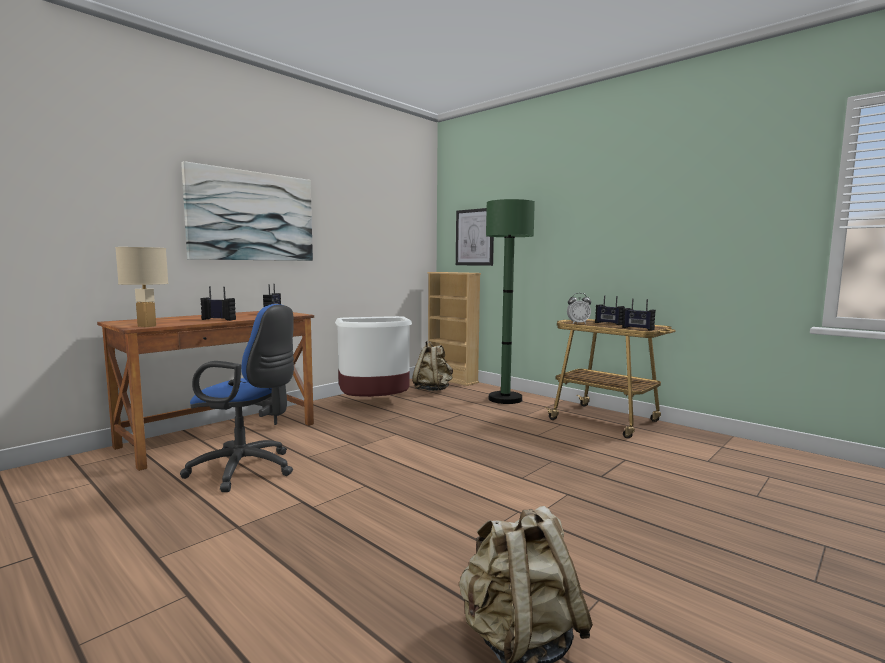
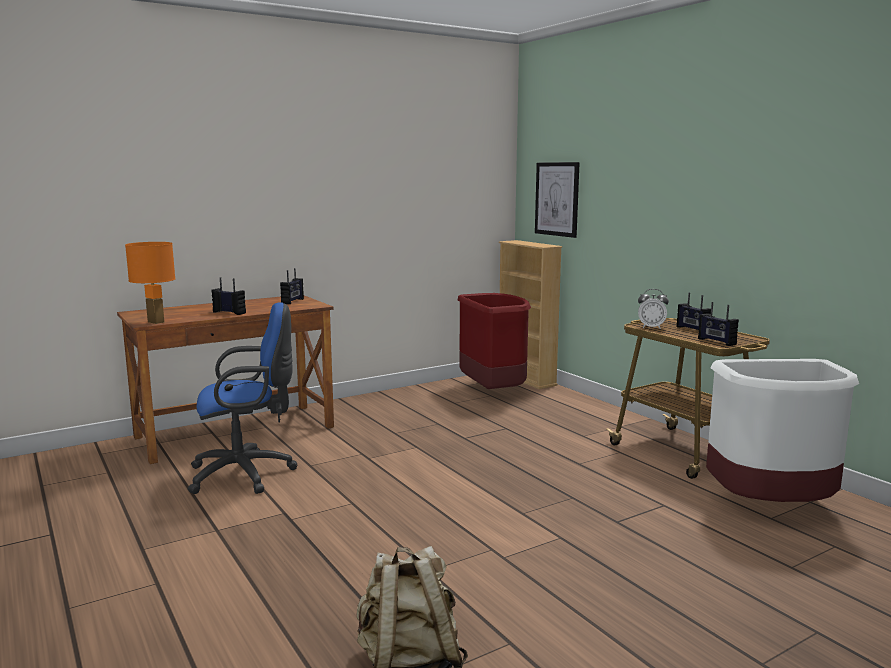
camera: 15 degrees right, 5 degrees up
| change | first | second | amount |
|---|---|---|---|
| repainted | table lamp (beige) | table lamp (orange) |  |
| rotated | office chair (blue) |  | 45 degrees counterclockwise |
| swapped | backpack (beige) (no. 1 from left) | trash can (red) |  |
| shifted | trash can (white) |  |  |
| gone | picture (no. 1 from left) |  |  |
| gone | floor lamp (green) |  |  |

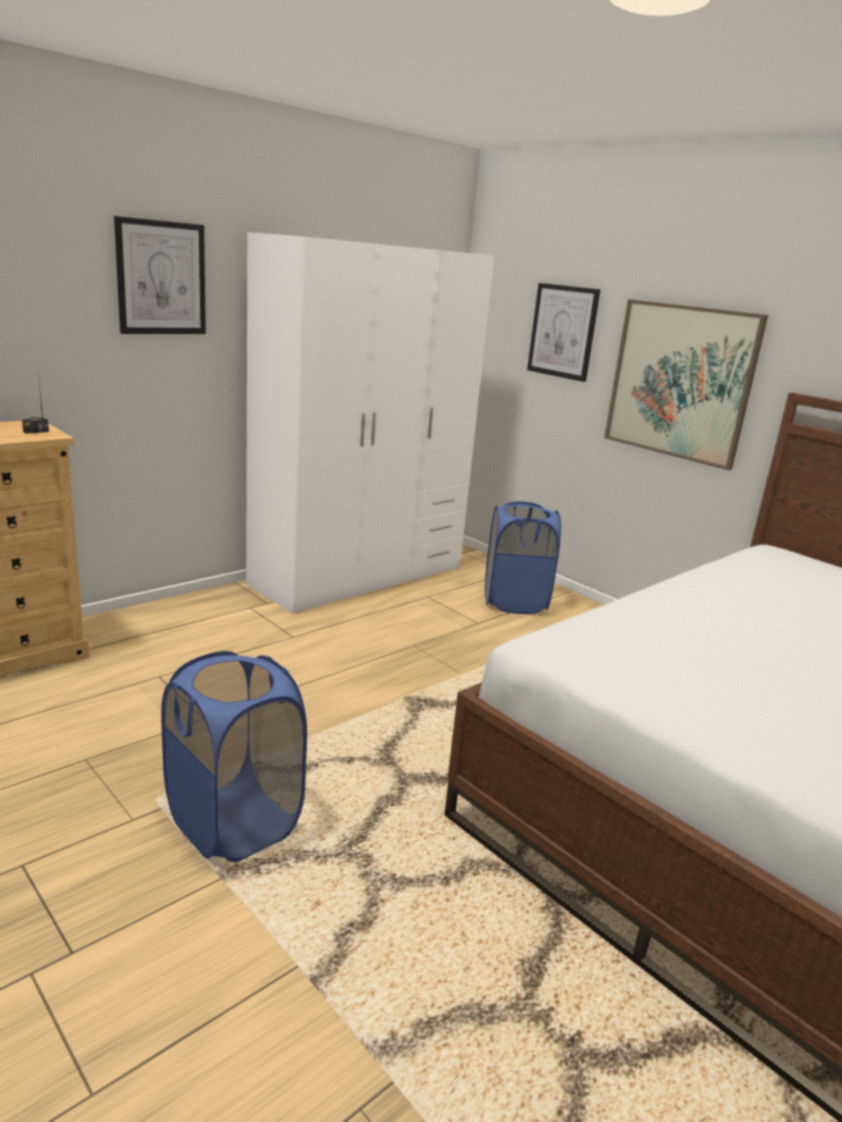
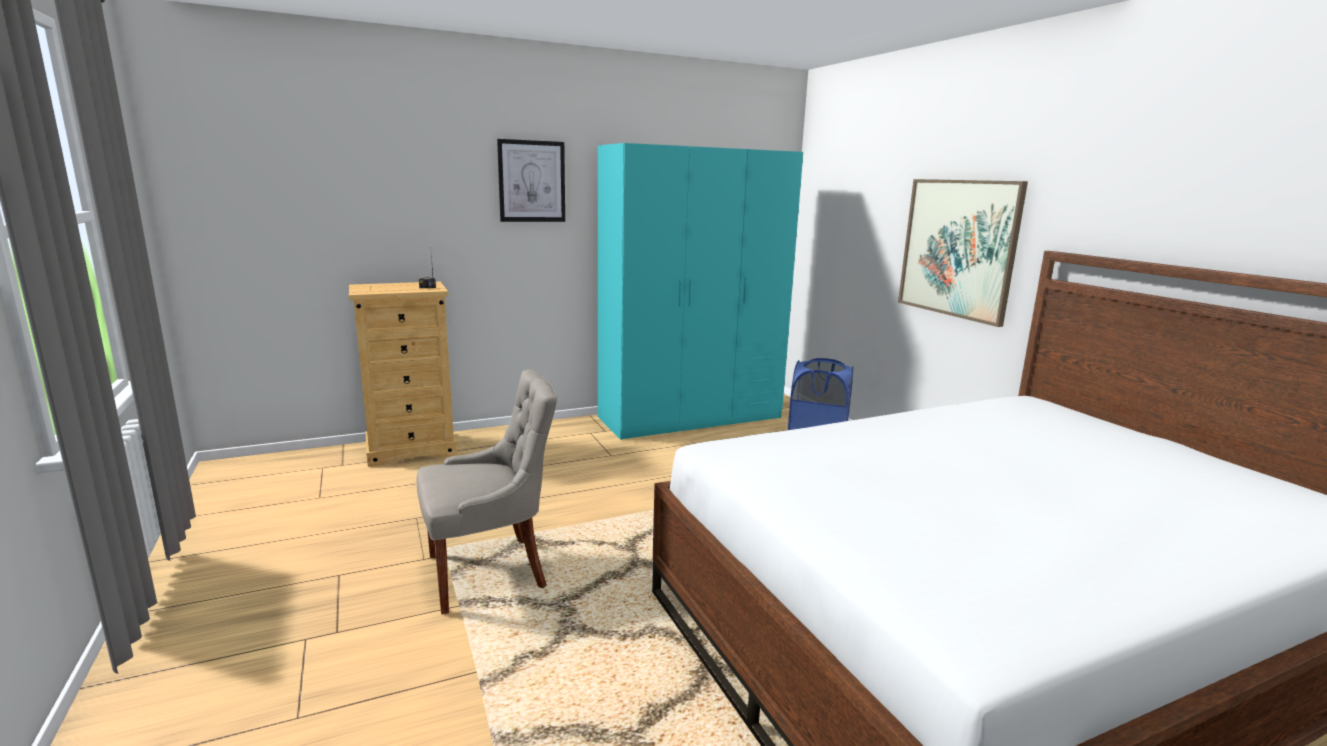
camera: 20 degrees right, 5 degrees down
| change | first | second | amount |
|---|---|---|---|
| swapped | laundry basket (blue) (no. 1 from left) | chair (grey) |  |
| repainted | wardrobe (white) | wardrobe (turquoise) |  |
| gone | picture (no. 2 from left) |  |  |

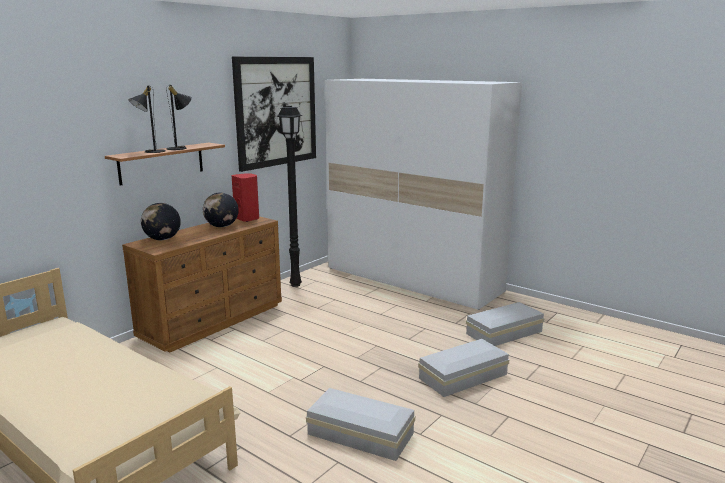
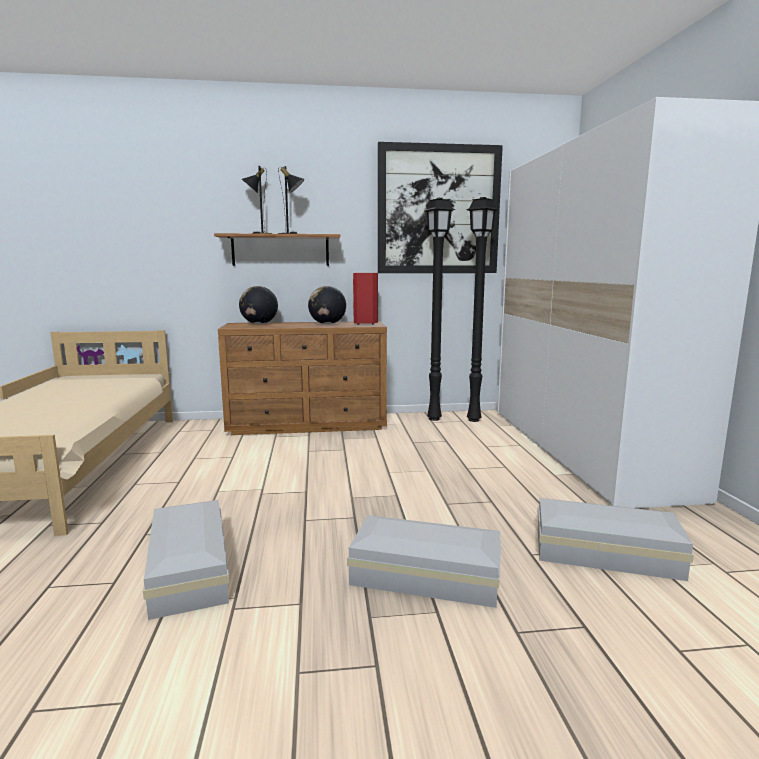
camera: 45 degrees right, 5 degrees down
| change | first | second | amount |
|---|---|---|---|
| new |  | floor lamp (black) (no. 2 from left) |  |

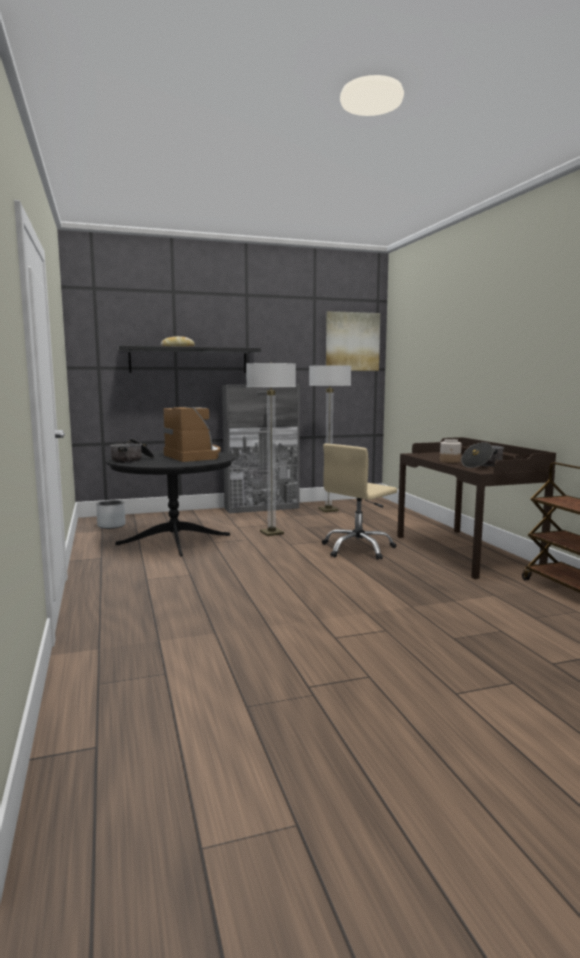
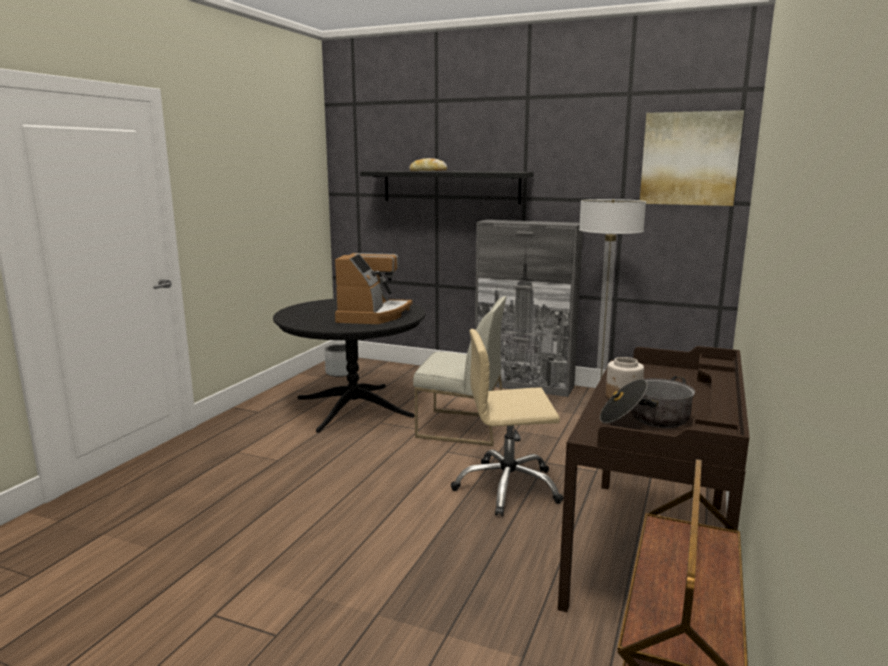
camera: 40 degrees right, 5 degrees up
| change | first | second | amount |
|---|---|---|---|
| swapped | floor lamp (no. 1 from left) | chair (white) |  |
| gone | cooking pot (no. 1 from left) |  |  |

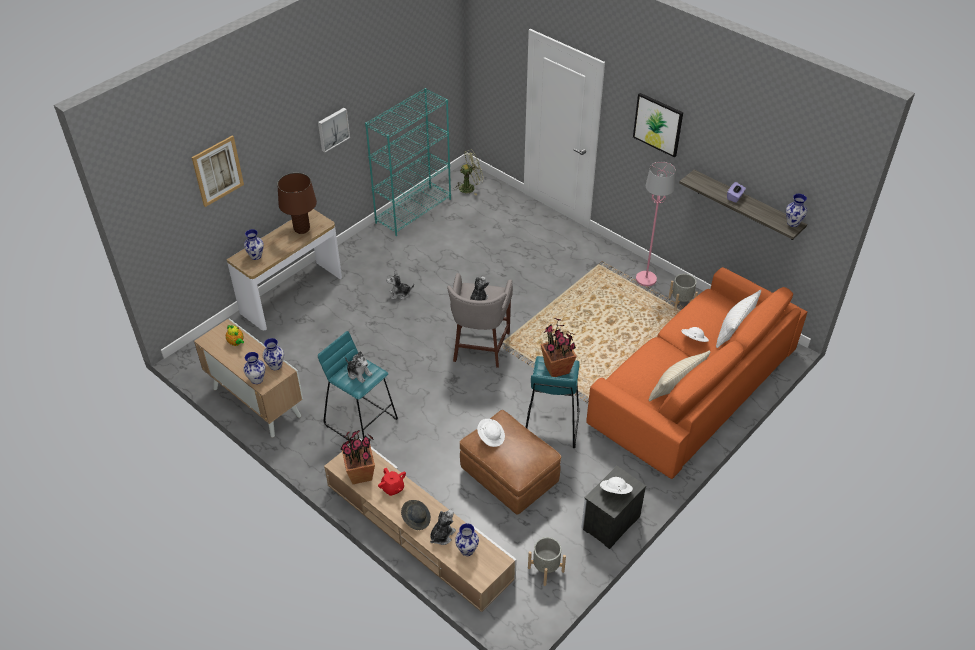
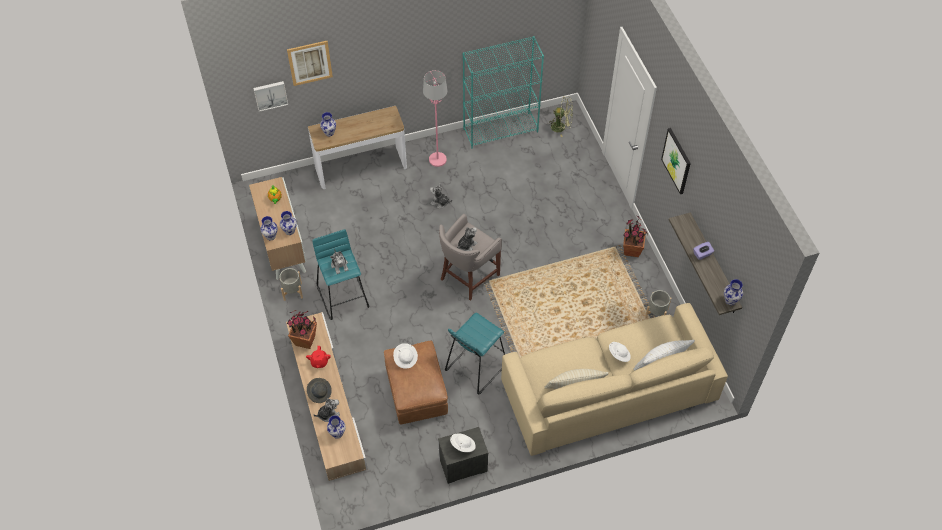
camera: 30 degrees right, 10 degrees up
| change | first | second | amount |
|---|---|---|---|
| shifted | picture (no. 2 from left in the first image) | picture (no. 1 from left) |  |
| shifted | planter (grey) (no. 1 from left) |  |  |
| shifted | floor lamp (pink) |  |  |
| repainted | sofa (orange) | sofa (beige) |  |
| shifted | potted plant (no. 2 from left) |  |  |
| gone | table lamp (brown) |  |  |

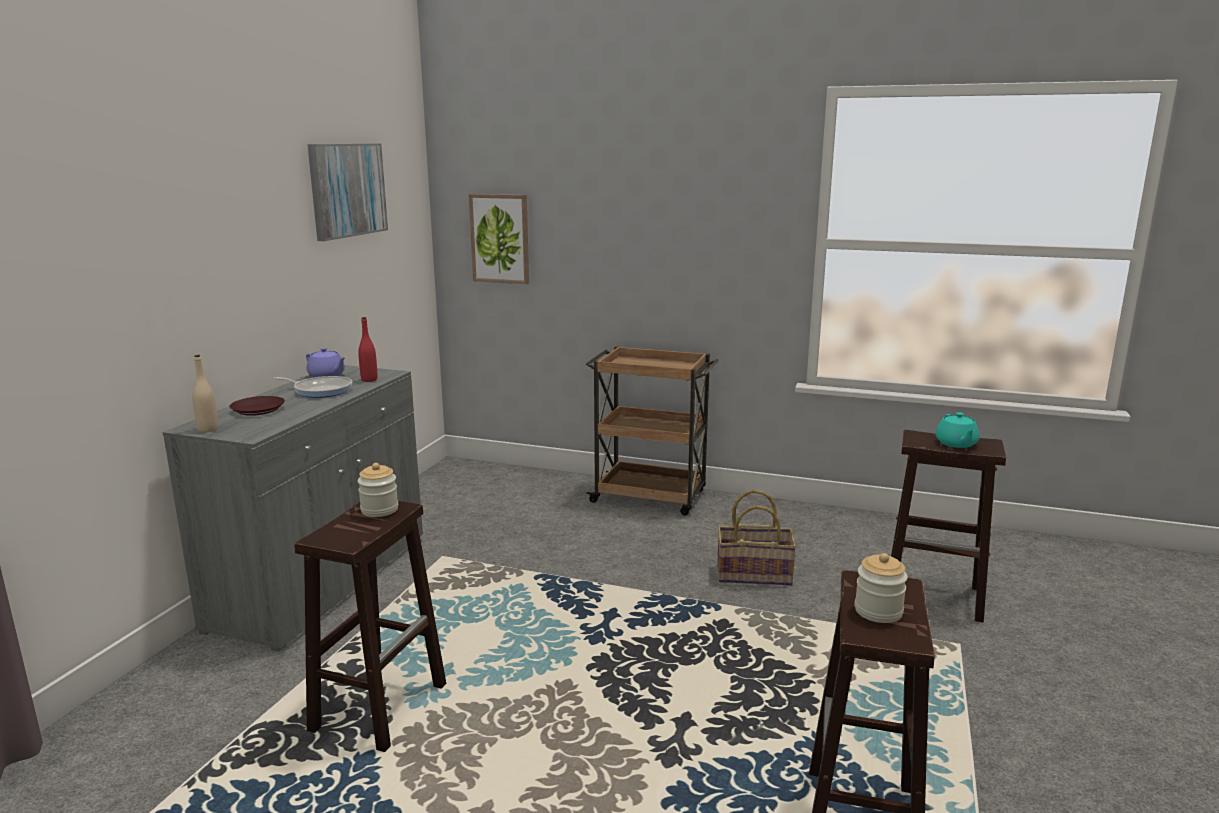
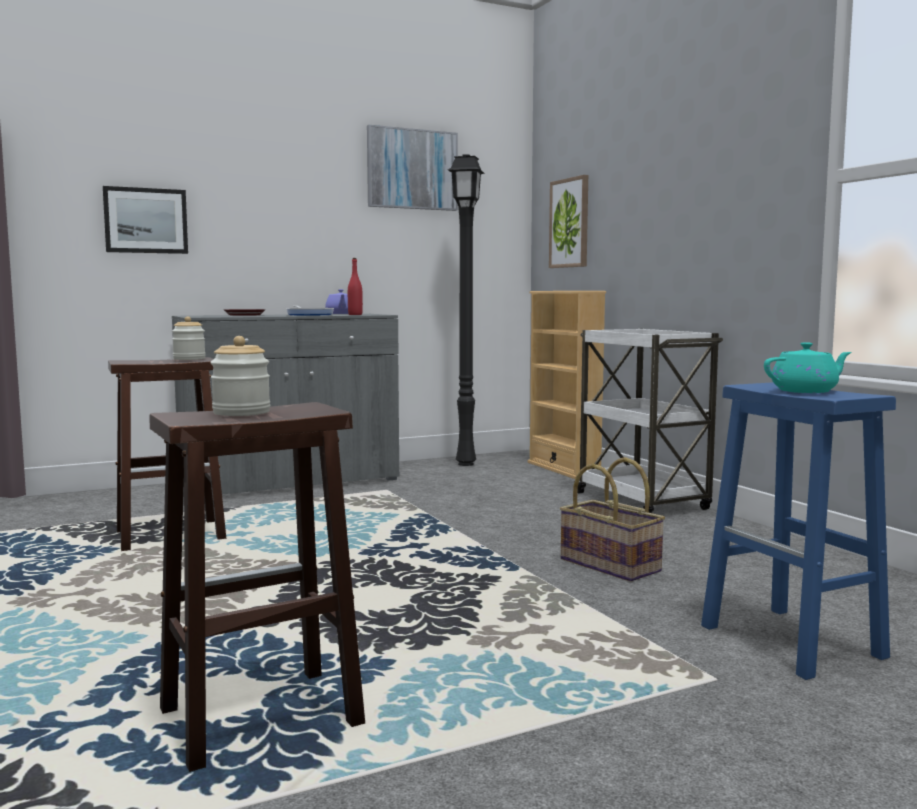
camera: 45 degrees right, 10 degrees down
| change | first | second | amount |
|---|---|---|---|
| new |  | picture (no. 1 from left) |  |
| new |  | floor lamp (black) |  |
| new |  | bookcase (beige) |  |
| repainted | cart (brown) | cart (white) |  |
| repainted | stool (brown) (no. 3 from left) | stool (blue) |  |
| rotated | teapot (turquoise) |  | 150 degrees counterclockwise |
| gone | bottle (beige) |  |  |

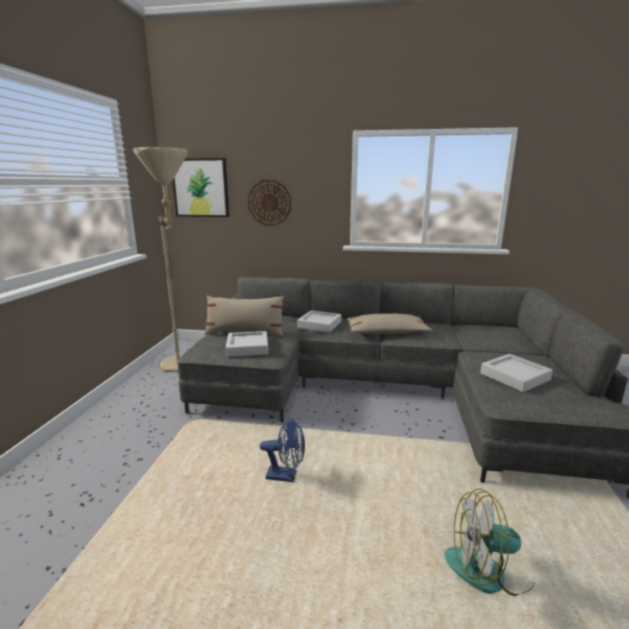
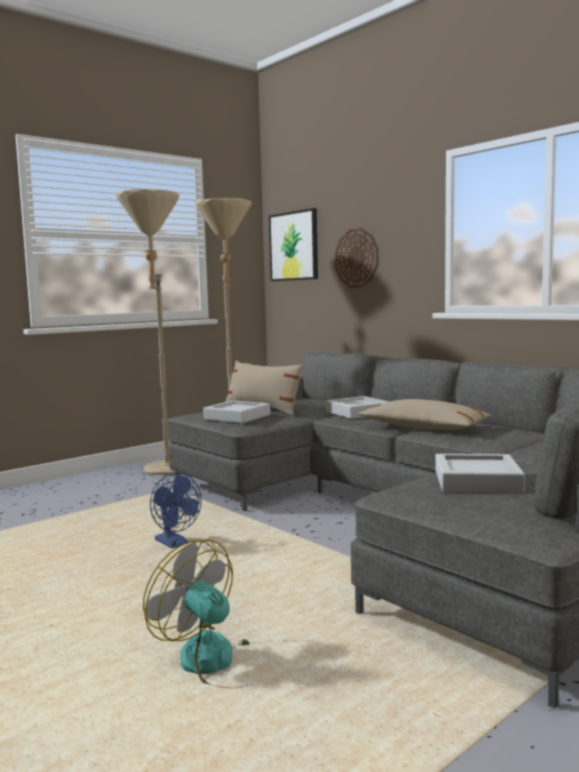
camera: 40 degrees right, 10 degrees down
| change | first | second | amount |
|---|---|---|---|
| new |  | floor lamp (beige) (no. 1 from left) |  |

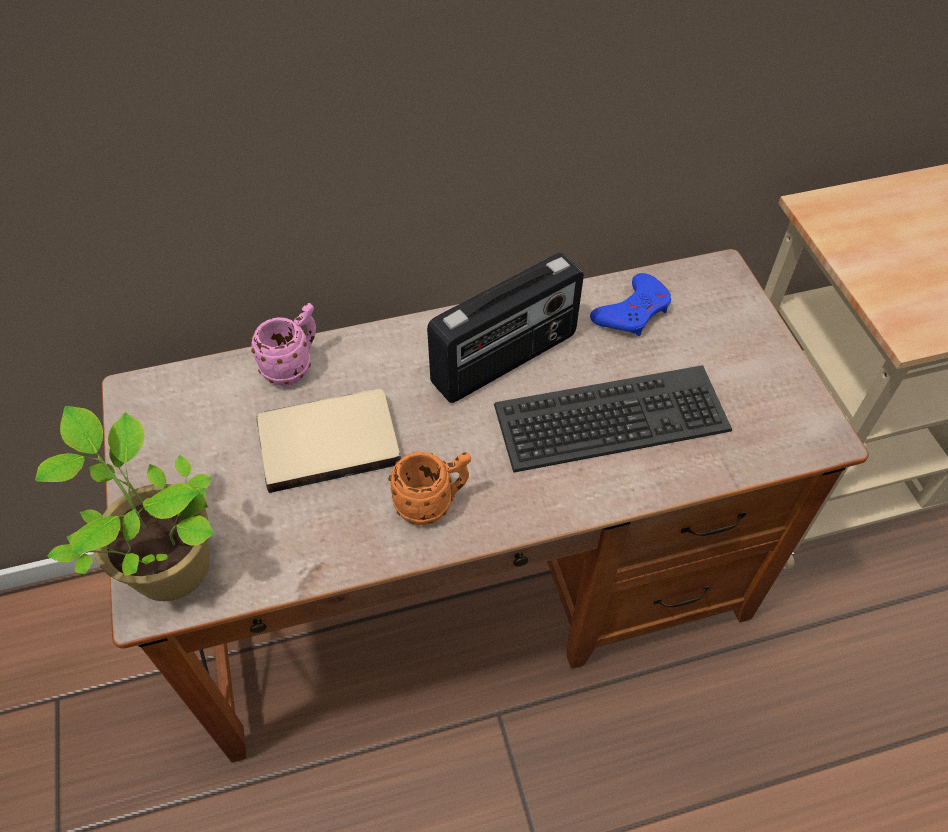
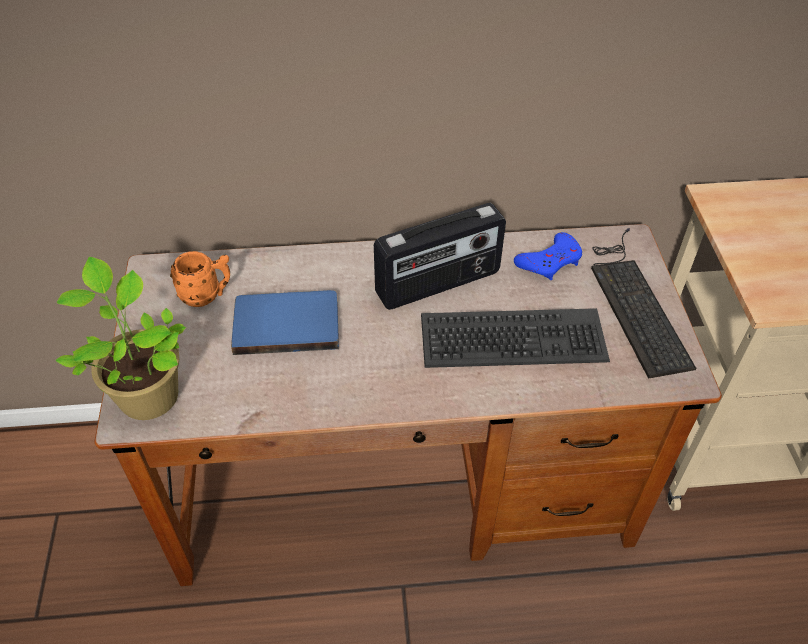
camera: 10 degrees right, 5 degrees down
| change | first | second | amount |
|---|---|---|---|
| shifted | mug (orange) |  |  |
| repainted | book (beige) | book (blue) |  |
| new |  | keyboard (no. 2 from left) |  |
| gone | mug (pink) |  |  |

